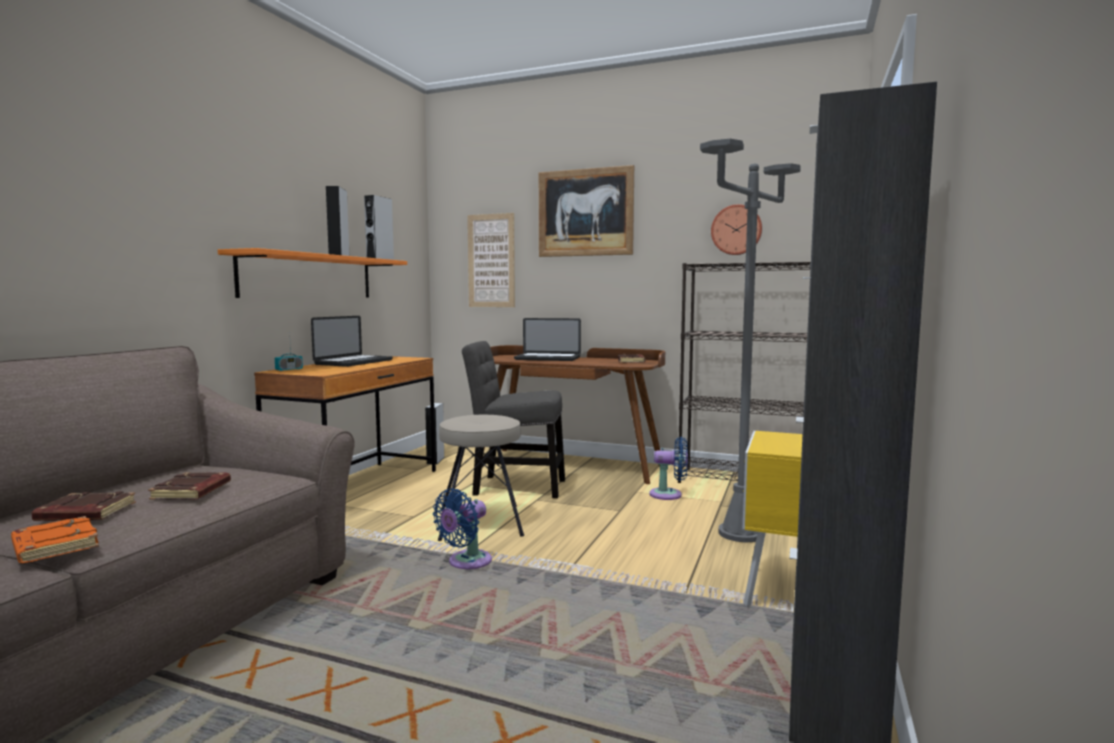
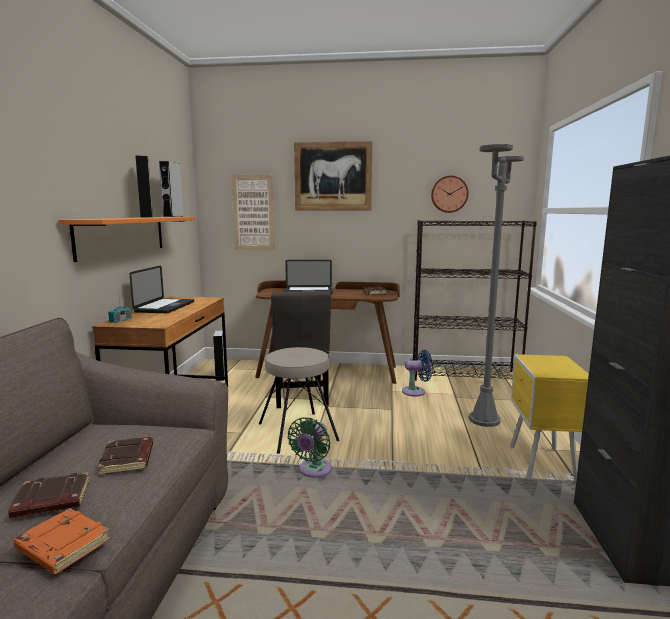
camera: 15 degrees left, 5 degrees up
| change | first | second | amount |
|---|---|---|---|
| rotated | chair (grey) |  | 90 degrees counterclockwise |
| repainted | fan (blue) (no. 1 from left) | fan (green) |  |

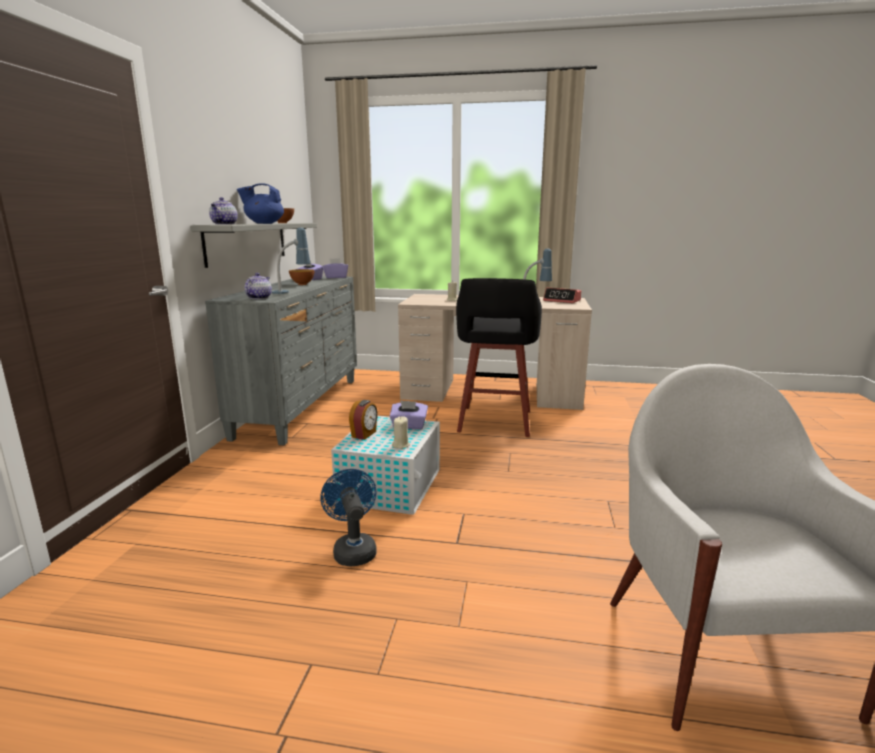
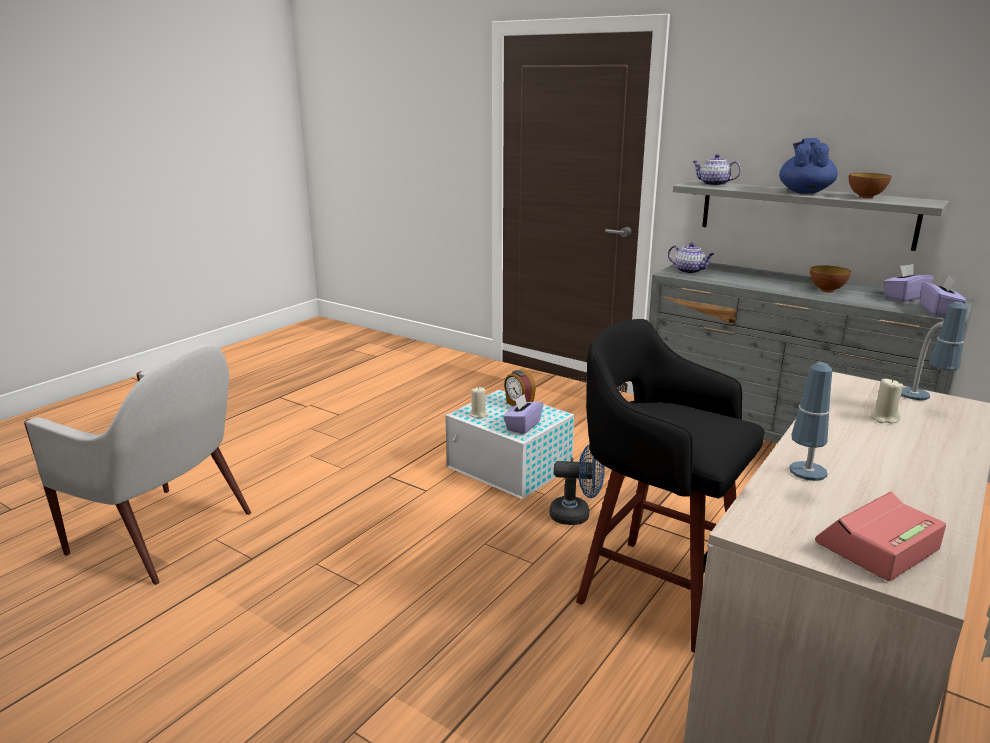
camera: 115 degrees right, 5 degrees up
| change | first | second | amount |
|---|---|---|---|
| shifted | fan (blue) |  |  |
| shifted | table lamp (no. 1 from left in the first image) | table lamp (no. 2 from left) |  |

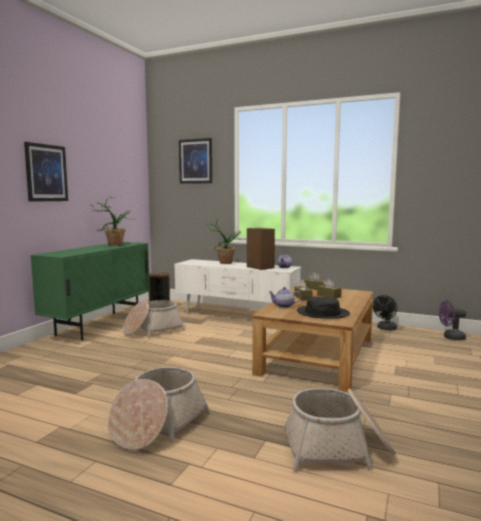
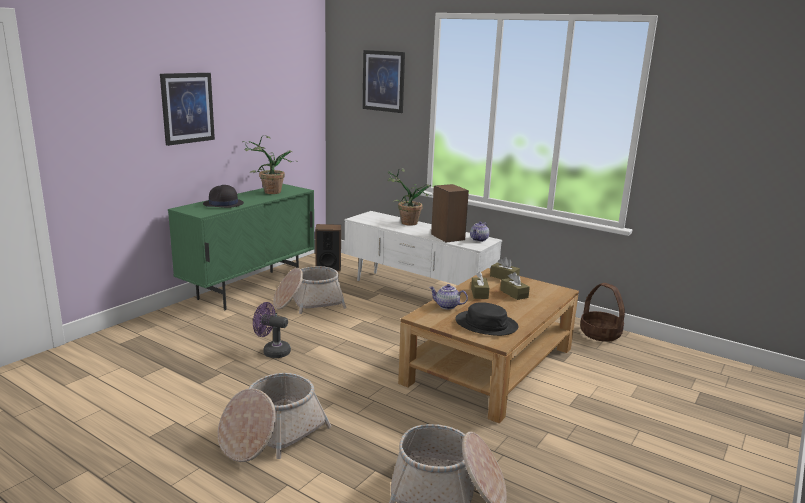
camera: 10 degrees right, 10 degrees up
| change | first | second | amount |
|---|---|---|---|
| new |  | hat (black) (no. 1 from left) |  |
| shifted | fan (purple) |  |  |
| swapped | fan (black) | basket (no. 4 from left) |  |

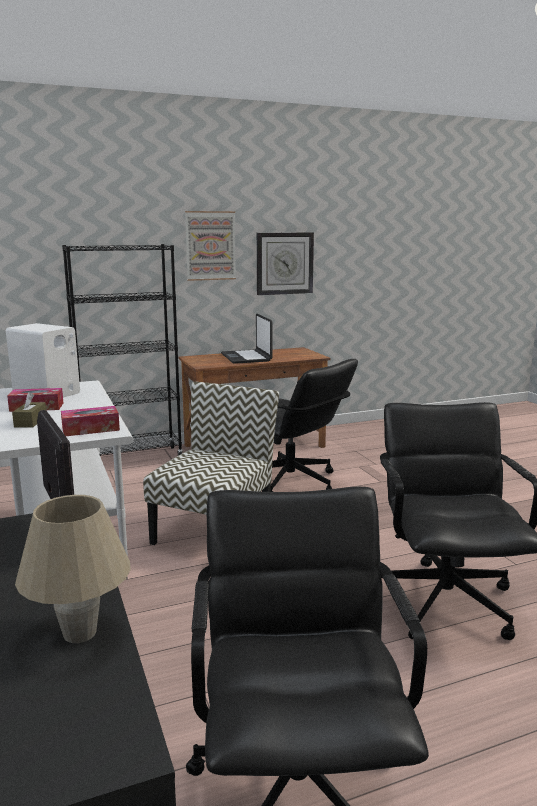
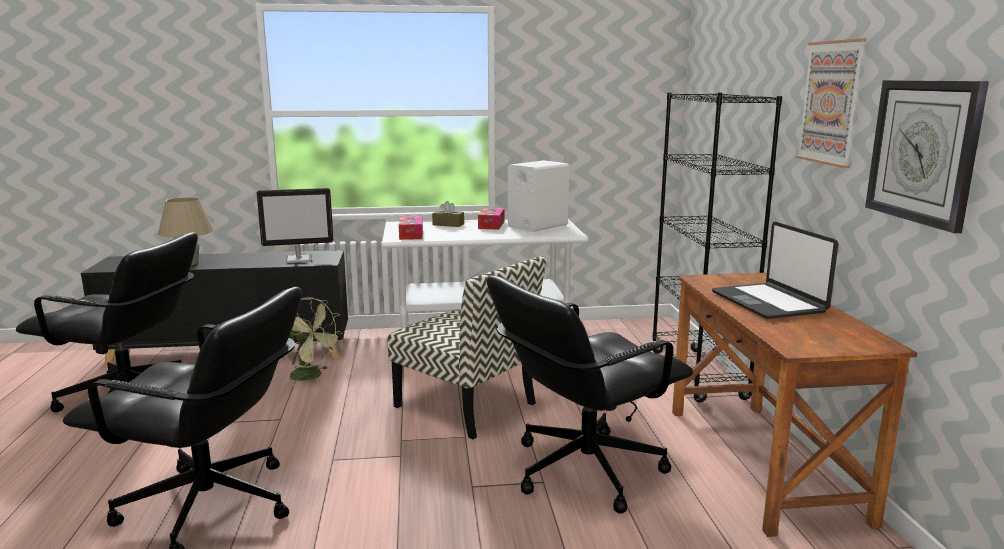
camera: 105 degrees right, 0 degrees up
| change | first | second | amount |
|---|---|---|---|
| new |  | fan (green) |  |
| rotated | laptop |  | 105 degrees counterclockwise |

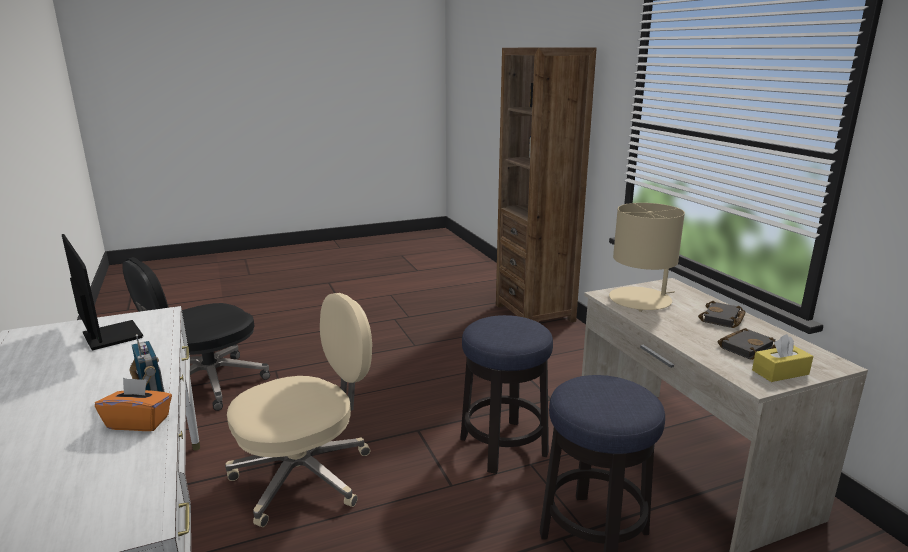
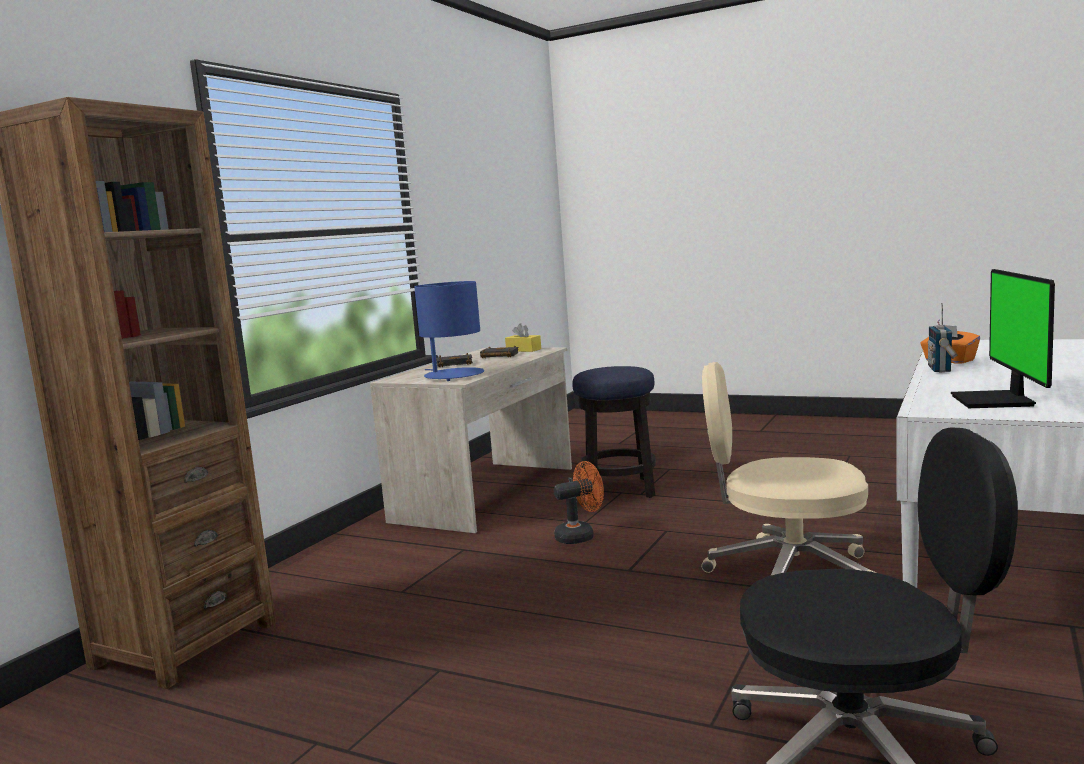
camera: 130 degrees left, 10 degrees down
| change | first | second | amount |
|---|---|---|---|
| repainted | table lamp (beige) | table lamp (blue) |  |
| swapped | stool (no. 1 from left) | fan (orange) |  |

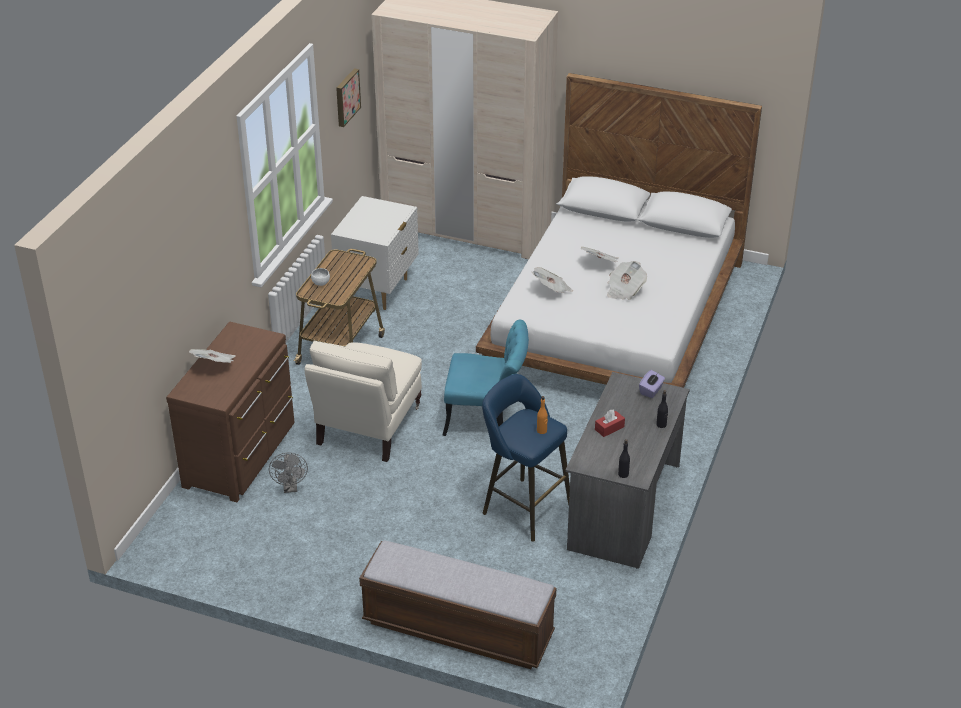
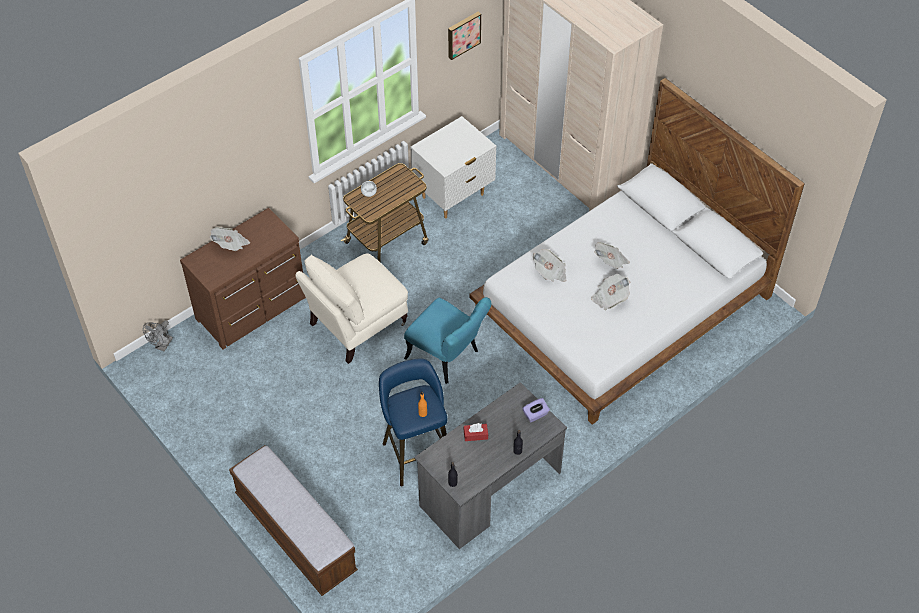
camera: 30 degrees right, 15 degrees up
| change | first | second | amount |
|---|---|---|---|
| shifted | fan (grey) |  |  |

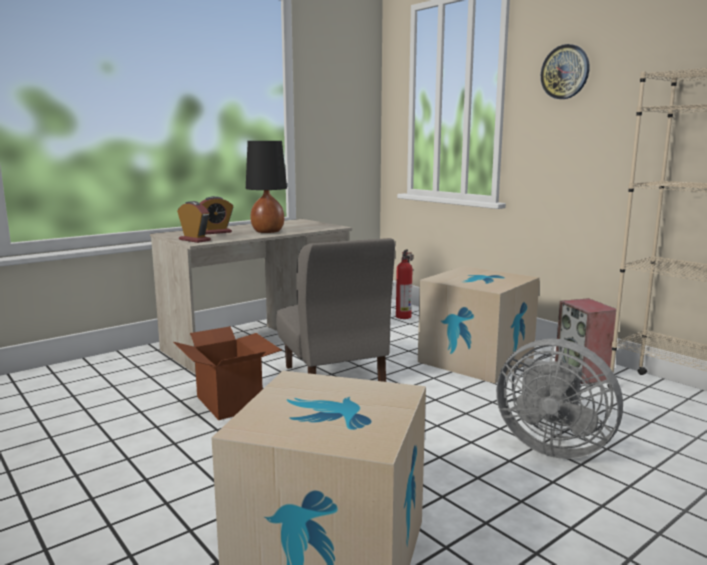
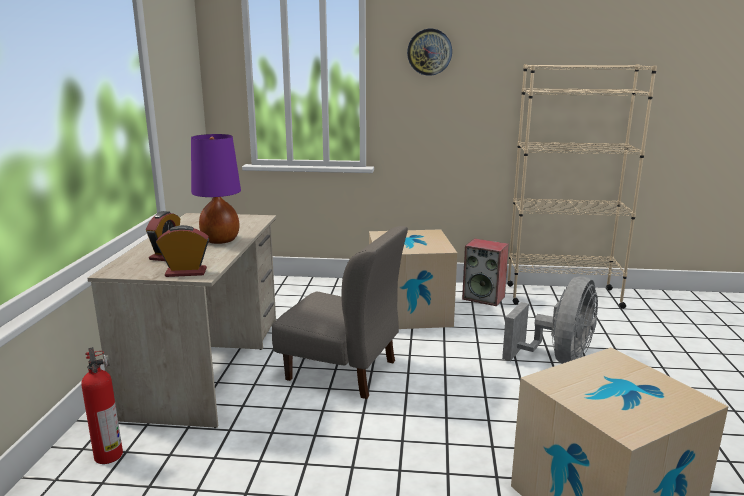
camera: 45 degrees left, 5 degrees up
| change | first | second | amount |
|---|---|---|---|
| shifted | fire extinguisher |  |  |
| repainted | table lamp (black) | table lamp (purple) |  |
| rotated | fan (grey) |  | 45 degrees counterclockwise |
| gone | cardboard box (no. 1 from left) |  |  |

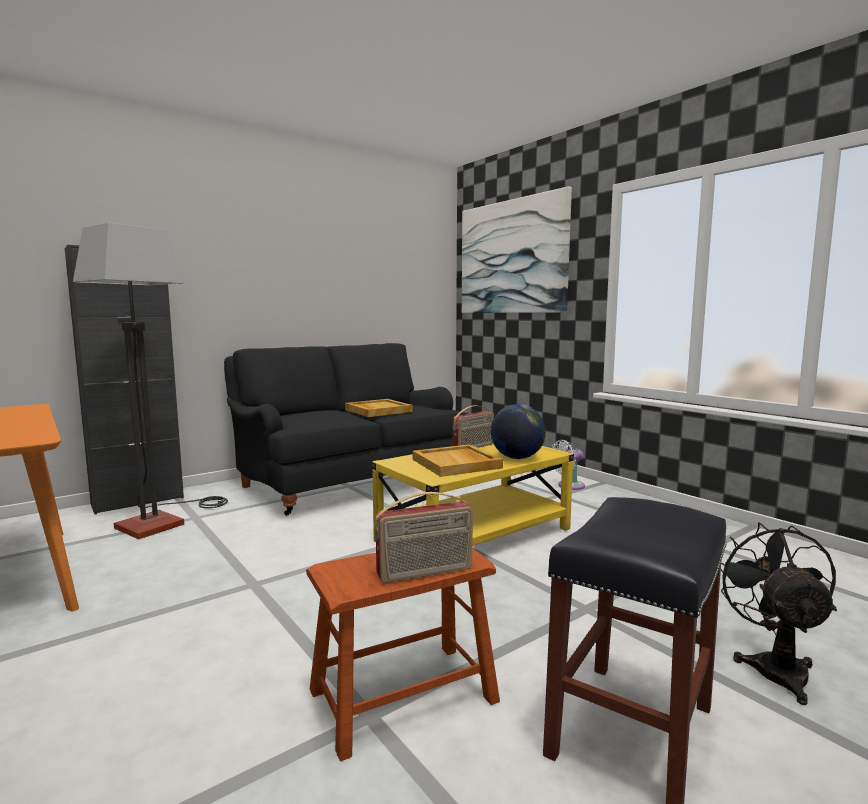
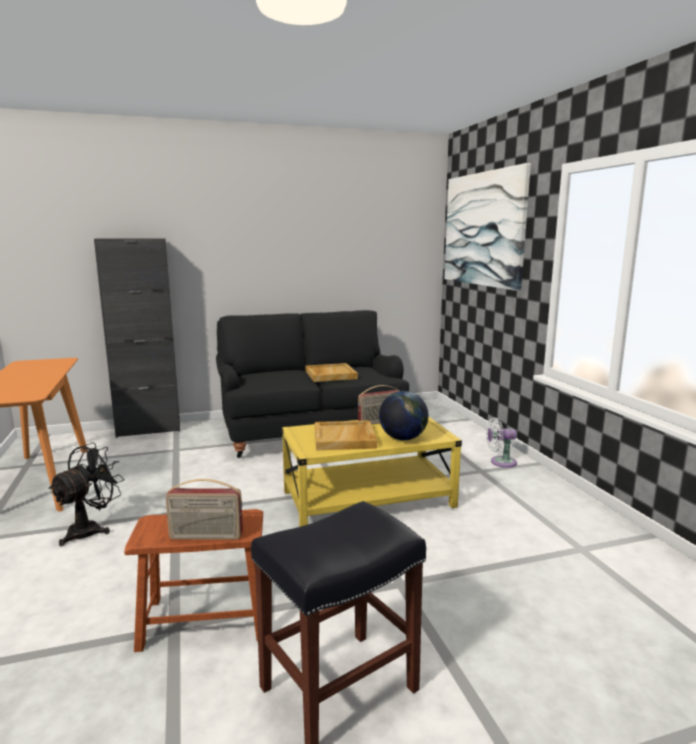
camera: 20 degrees right, 5 degrees up
| change | first | second | amount |
|---|---|---|---|
| shifted | fan (black) |  |  |
| gone | floor lamp |  |  |

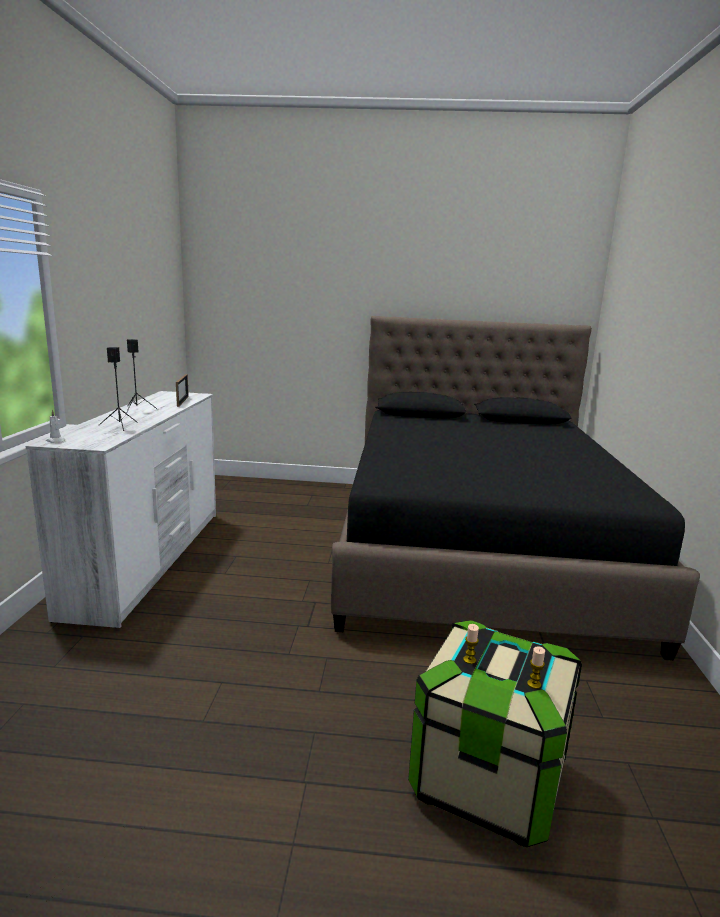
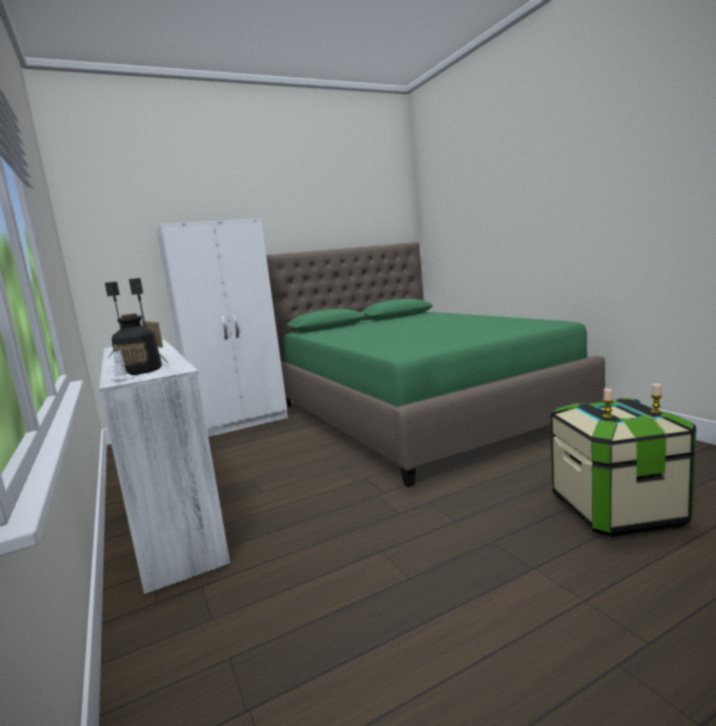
camera: 30 degrees left, 5 degrees down
| change | first | second | amount |
|---|---|---|---|
| new |  | bottle |  |
| new |  | wardrobe (white) |  |
| repainted | bed (black) | bed (green) |  |

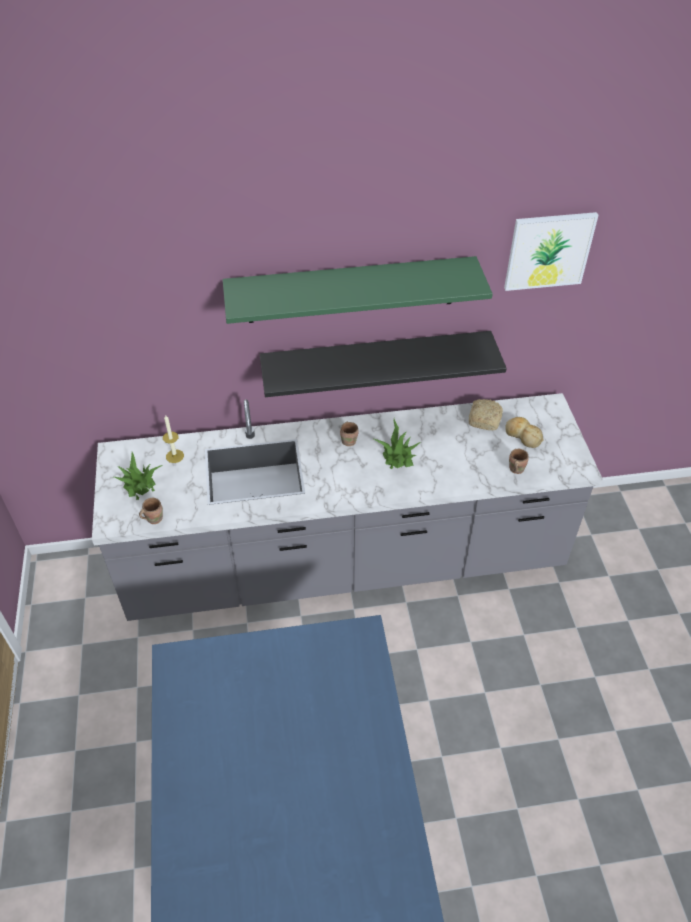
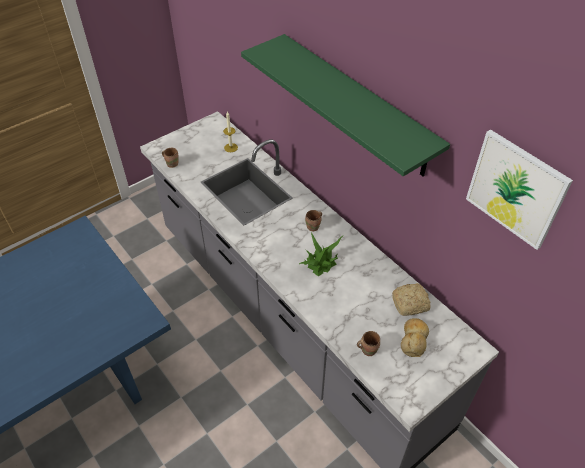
camera: 60 degrees right, 0 degrees up
| change | first | second | amount |
|---|---|---|---|
| gone | potted plant (no. 1 from left) |  |  |
| gone | shelf (black) |  |  |

